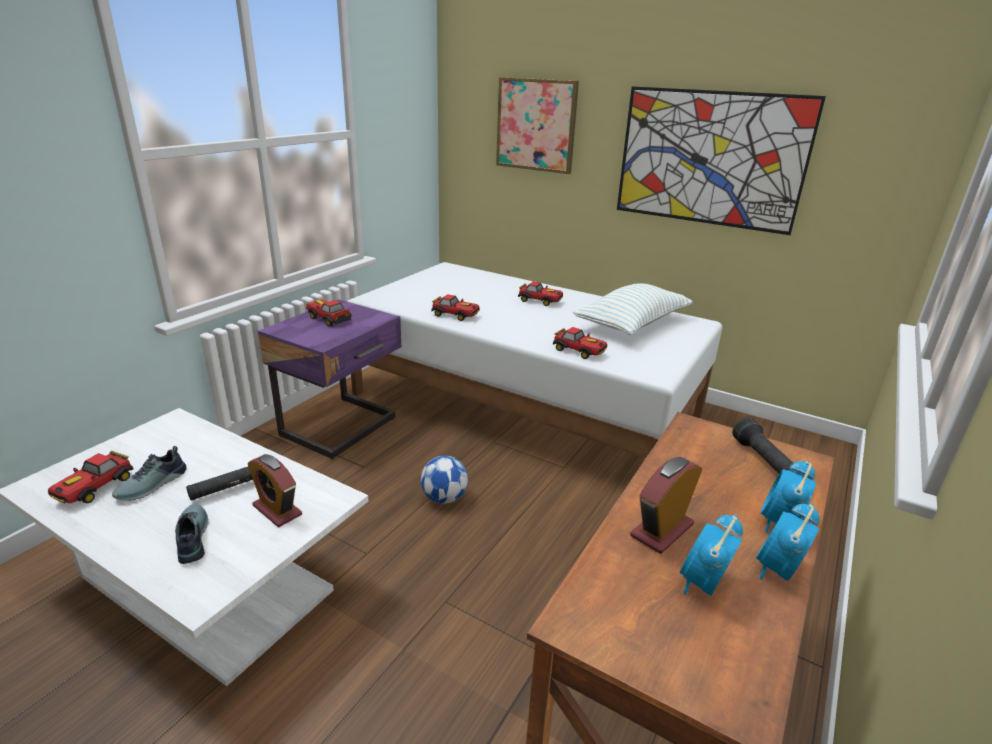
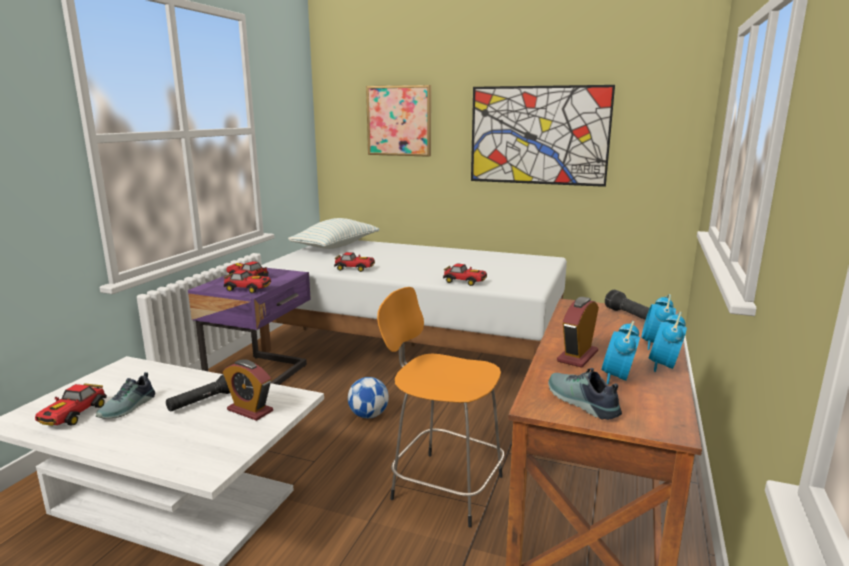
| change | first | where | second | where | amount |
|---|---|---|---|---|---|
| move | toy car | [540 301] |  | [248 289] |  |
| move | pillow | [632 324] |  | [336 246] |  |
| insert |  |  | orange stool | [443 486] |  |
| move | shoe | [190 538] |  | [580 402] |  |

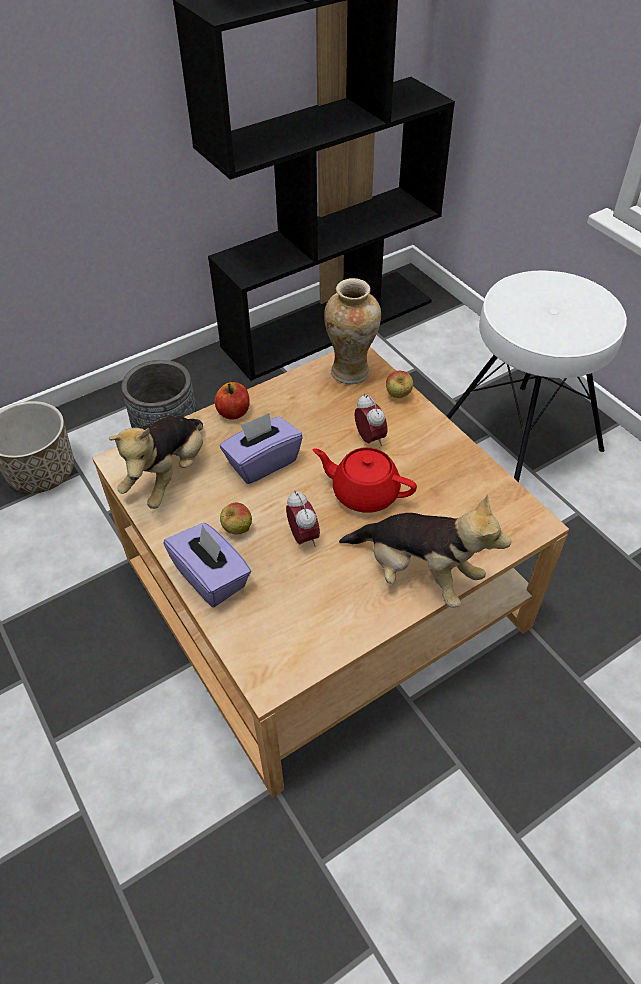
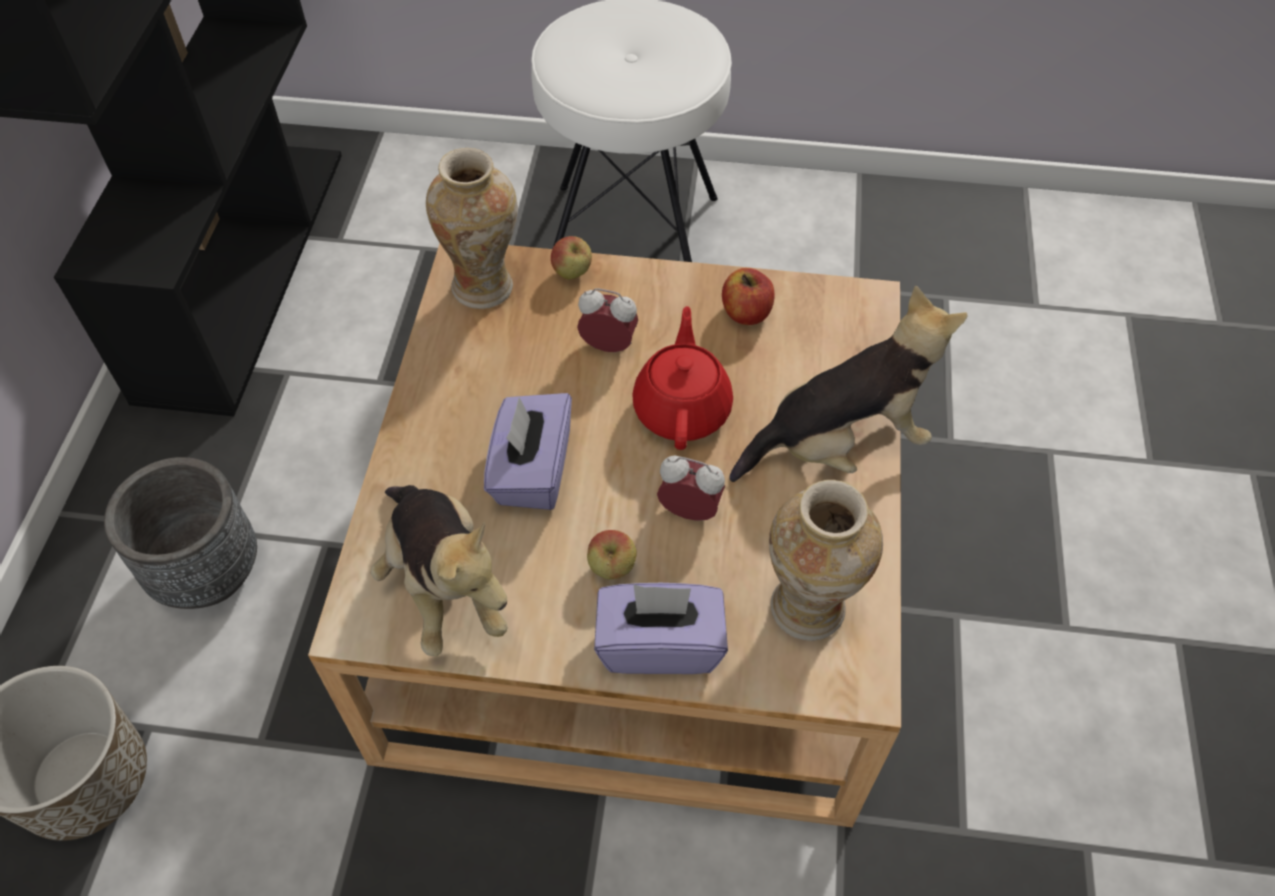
| change | first | where | second | where | amount |
|---|---|---|---|---|---|
| rotate | red teapot | [364 492] |  | [682 408] | 120 degrees clockwise |
| move | apple | [234 412] |  | [746 313] |  |
| insert |  |  | vase | [807 610] |  |

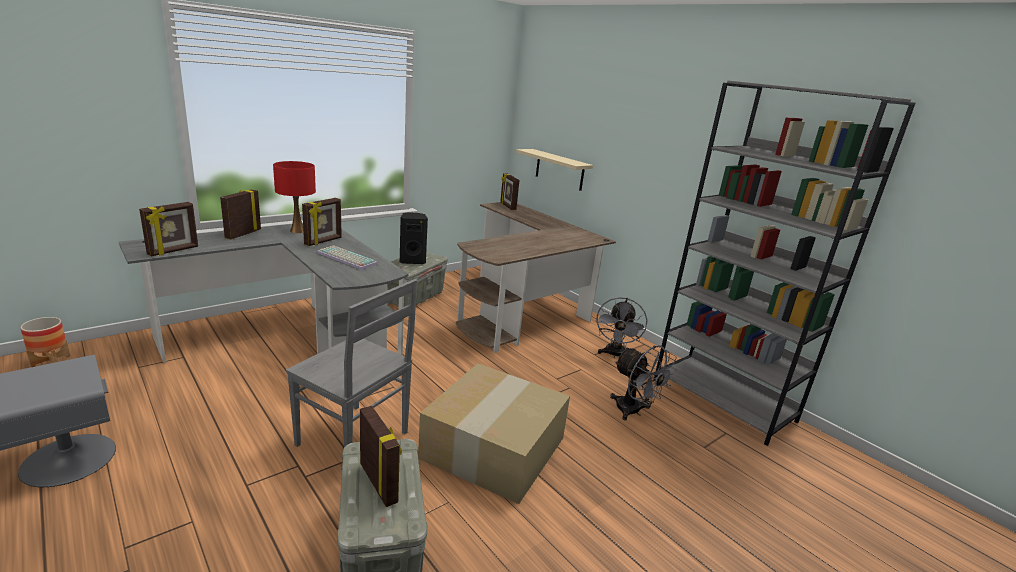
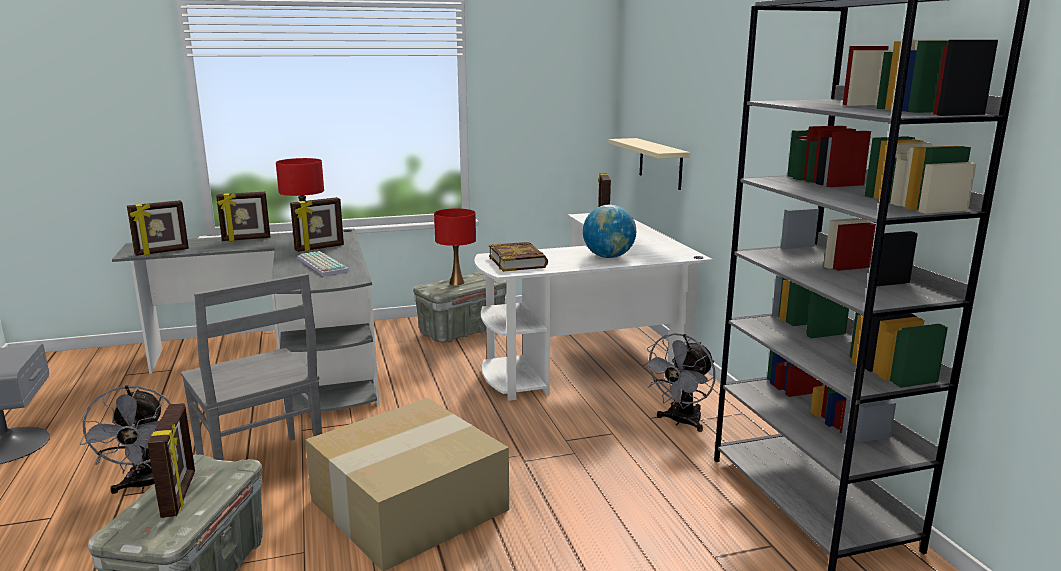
| change | first | where | second | where | amount |
|---|---|---|---|---|---|
| move | grey fan | [633 411] |  | [144 485] |  |
| rotate | picture frame | [242 234] |  | [246 239] | 150 degrees counterclockwise |
| replace | black speaker | [412 261] | red table lamp | [457 283] |  |
| recolor | brown desk | [524 308] | white desk | [597 354] |  |
| insert |  |  | book | [517 262] |  |
| insert |  |  | globe | [608 257] |  |
| delete | planter | [51 362] |  |  |  |

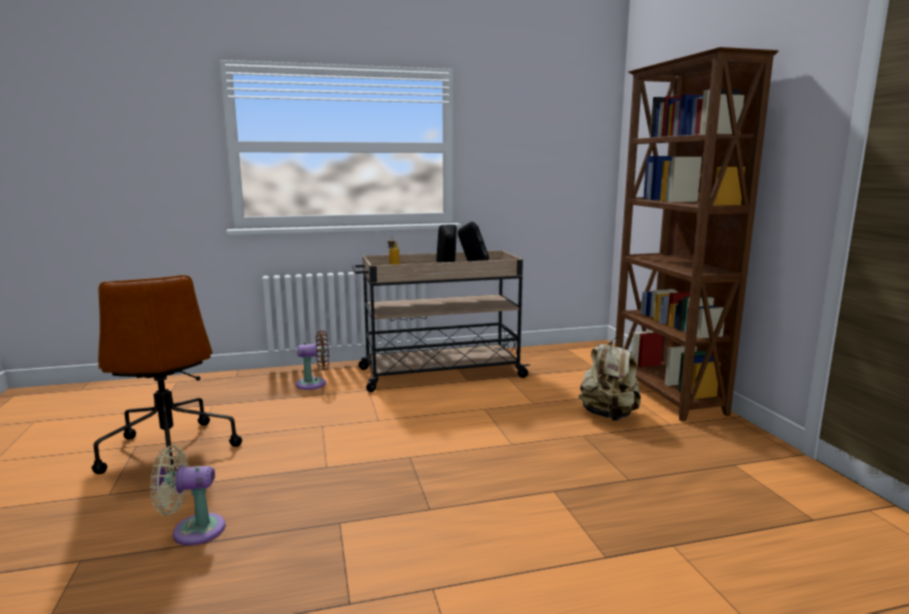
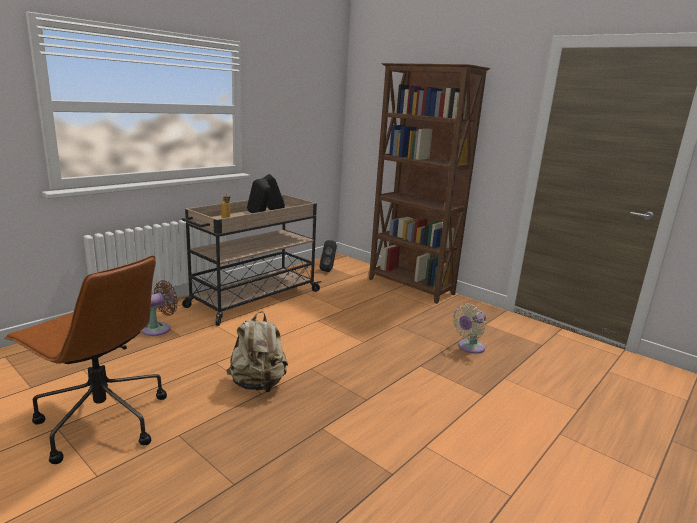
| change | first | where | second | where | amount |
|---|---|---|---|---|---|
| move | beige backpack | [608 415] |  | [258 384] |  |
| insert |  |  | black speaker | [329 270] |  |
| move | beige fan | [193 530] |  | [469 347] |  |

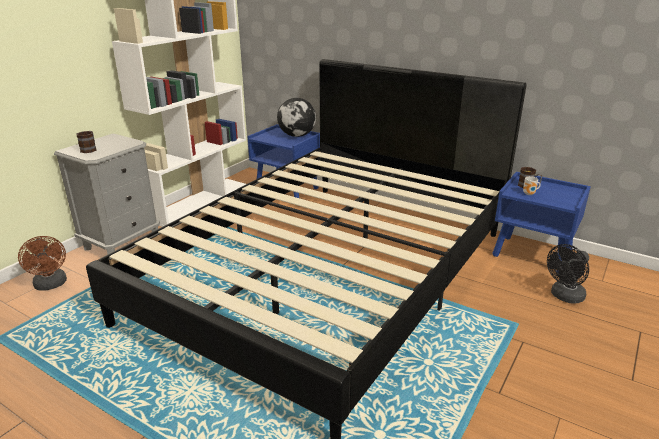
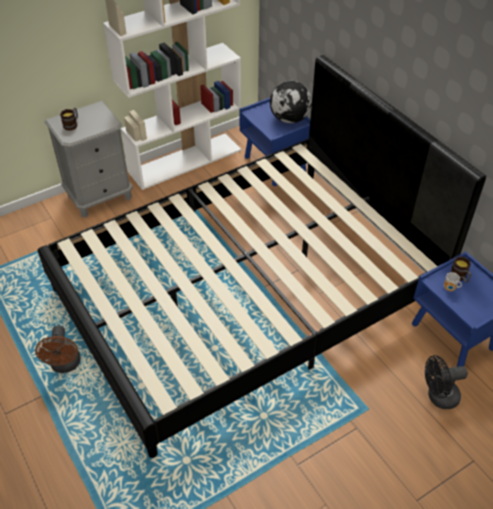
| change | first | where | second | where | amount |
|---|---|---|---|---|---|
| move | brown fan | [51 285] |  | [65 365] |  |

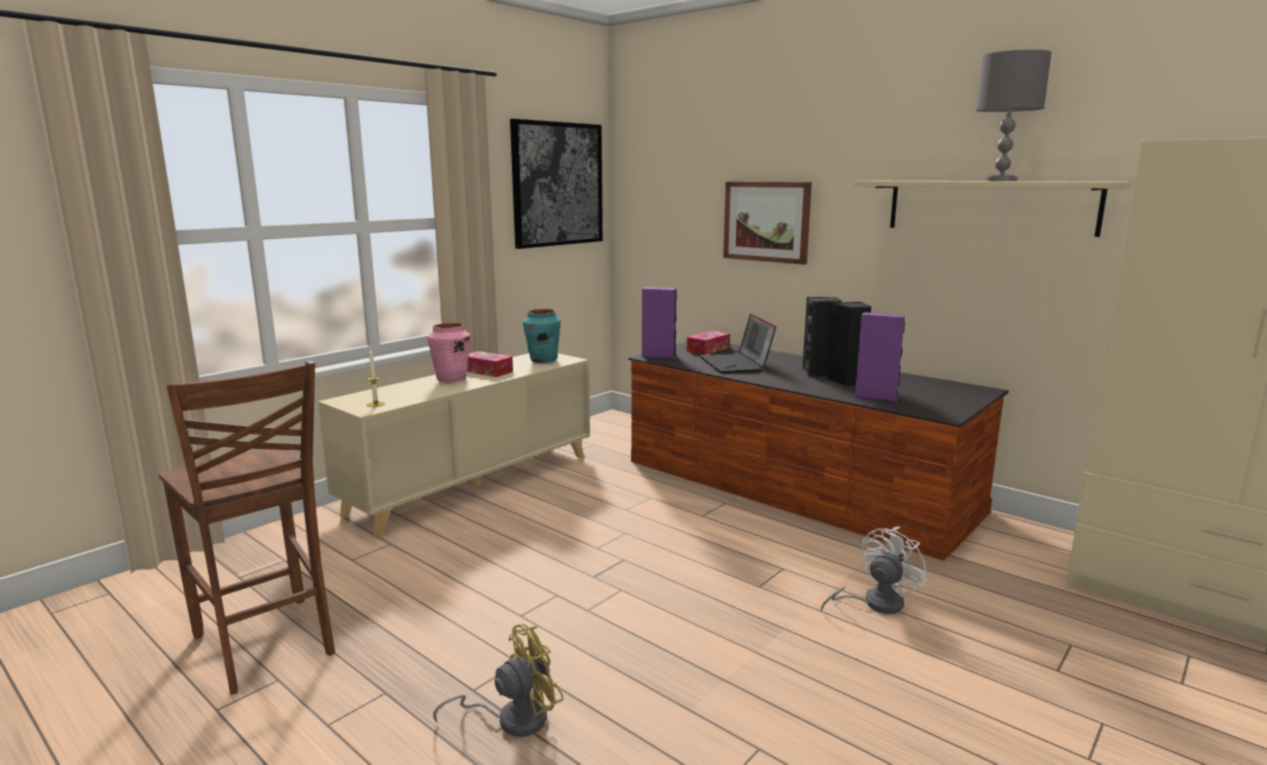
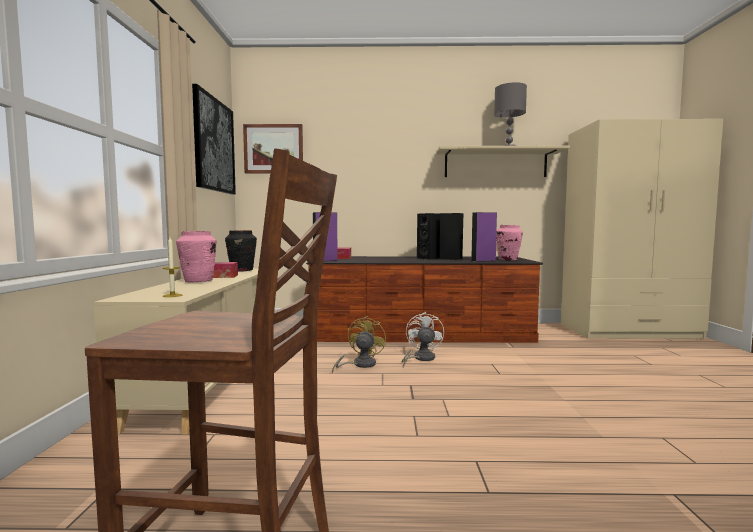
| change | first | where | second | where | amount |
|---|---|---|---|---|---|
| recolor | turquoise vase | [543 360] | black vase | [242 270] |  |
| move | picture | [766 221] |  | [273 149] |  |
| move | yellow fan | [512 719] |  | [360 365] |  |
| move | white fan | [874 603] |  | [420 359] |  |
| insert |  |  | pink vase | [508 259] |  |
| delete | laptop | [736 364] |  |  |  |

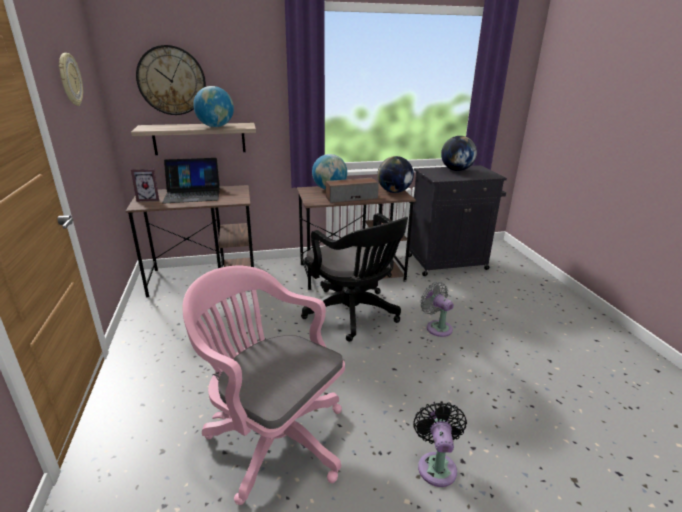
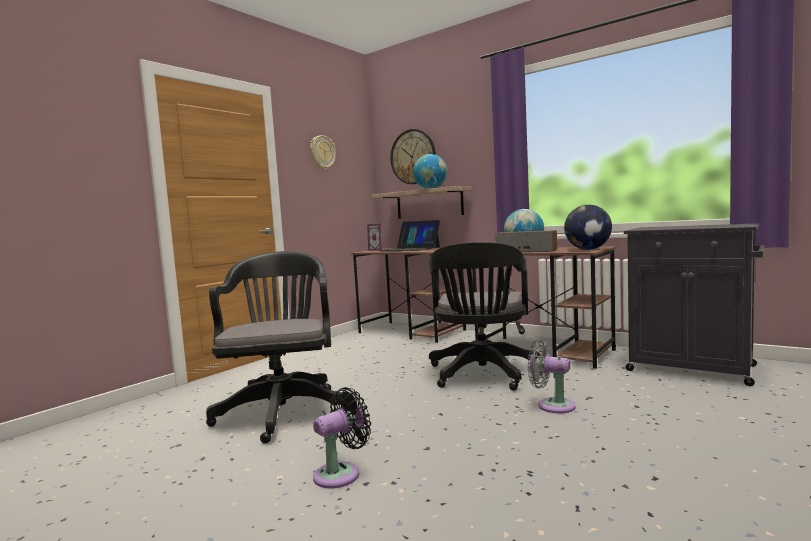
| change | first | where | second | where | amount |
|---|---|---|---|---|---|
| recolor | pink office chair | [272 437] | black office chair | [283 410] |  |
| rotate | grey fan | [437 327] |  | [552 405] | 75 degrees counterclockwise |
| delete | globe | [456 170] |  |  |  |

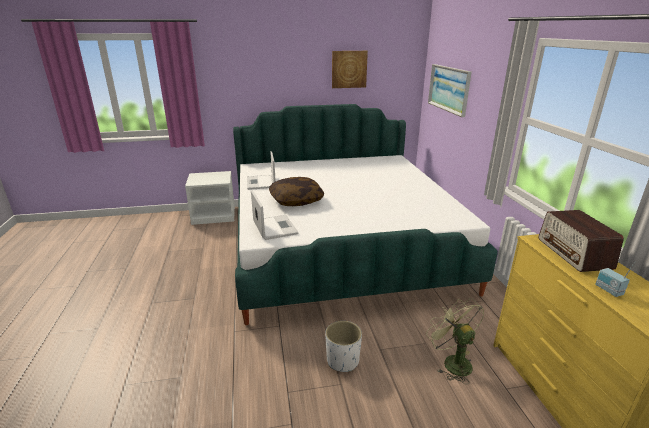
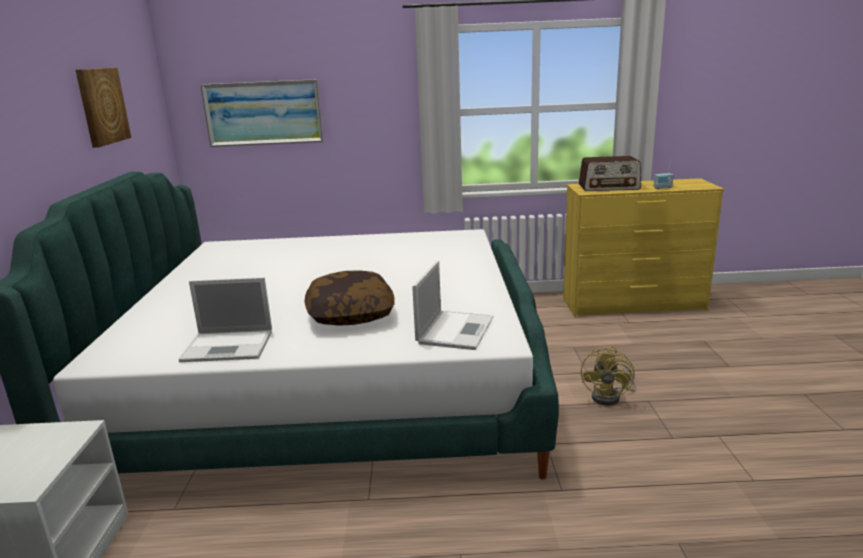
| change | first | where | second | where | amount |
|---|---|---|---|---|---|
| rotate | laptop | [274 227] |  | [455 330] | 120 degrees clockwise |
| replace | white planter | [343 361] | yellow fan | [610 397] |  |
| delete | green fan | [452 362] |  |  |  |

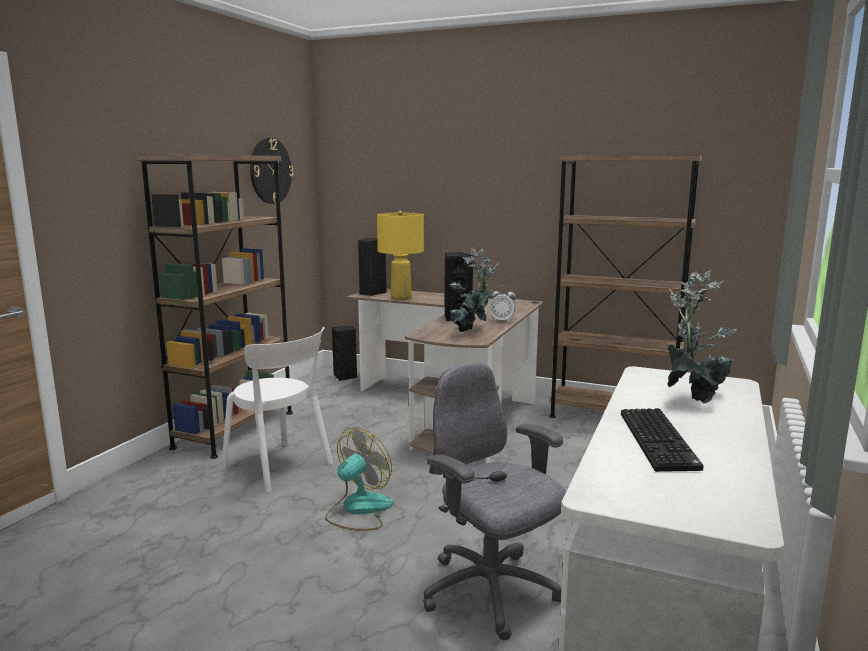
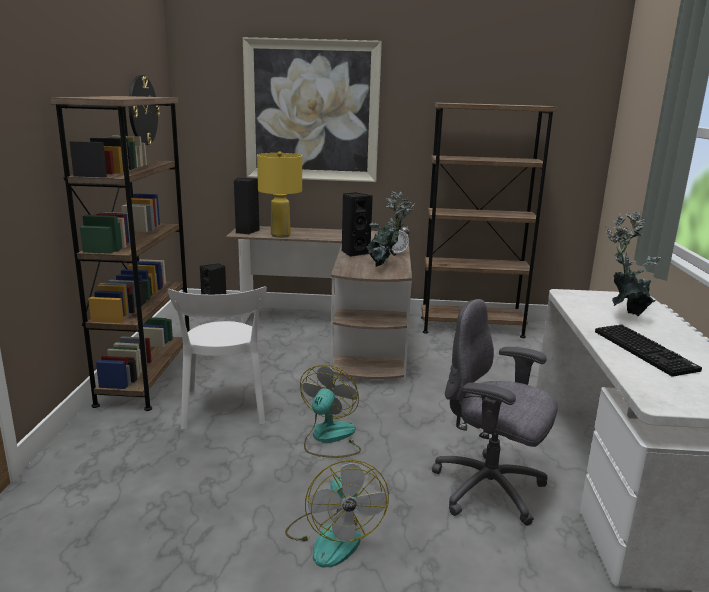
| change | first | where | second | where | amount |
|---|---|---|---|---|---|
| rotate | white chair | [280 467] |  | [224 409] | 60 degrees clockwise |
| insert |  |  | picture | [312 111] |  |
| insert |  |  | fan | [333 536] |  |

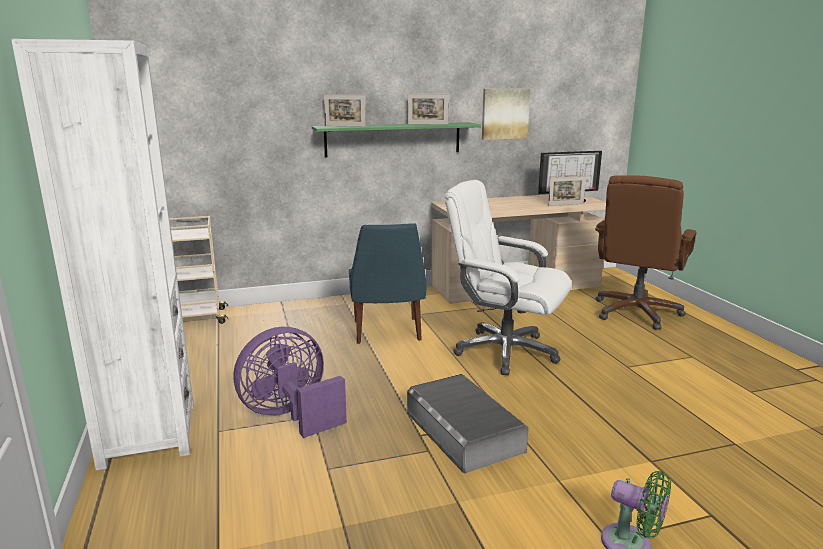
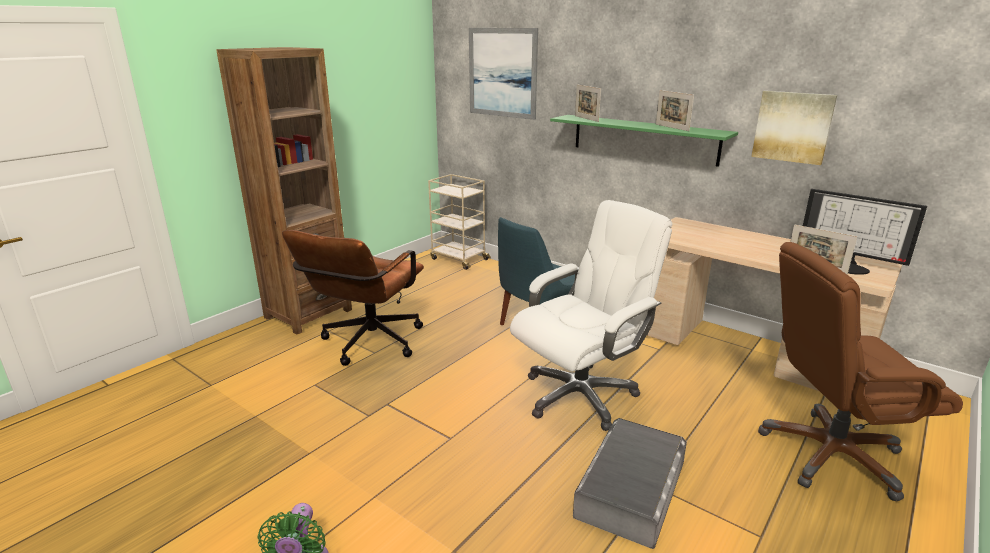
| change | first | where | second | where | amount |
|---|---|---|---|---|---|
| recolor | white bookcase | [148 434] | brown bookcase | [308 313] |  |
| replace | purple fan | [291 416] | brown office chair | [367 345] |  |
| insert |  |  | picture | [502 73] |  |
| rotate | white office chair | [504 351] |  | [580 395] | 60 degrees clockwise |
| move | grey storage box | [464 431] |  | [631 489] |  |

